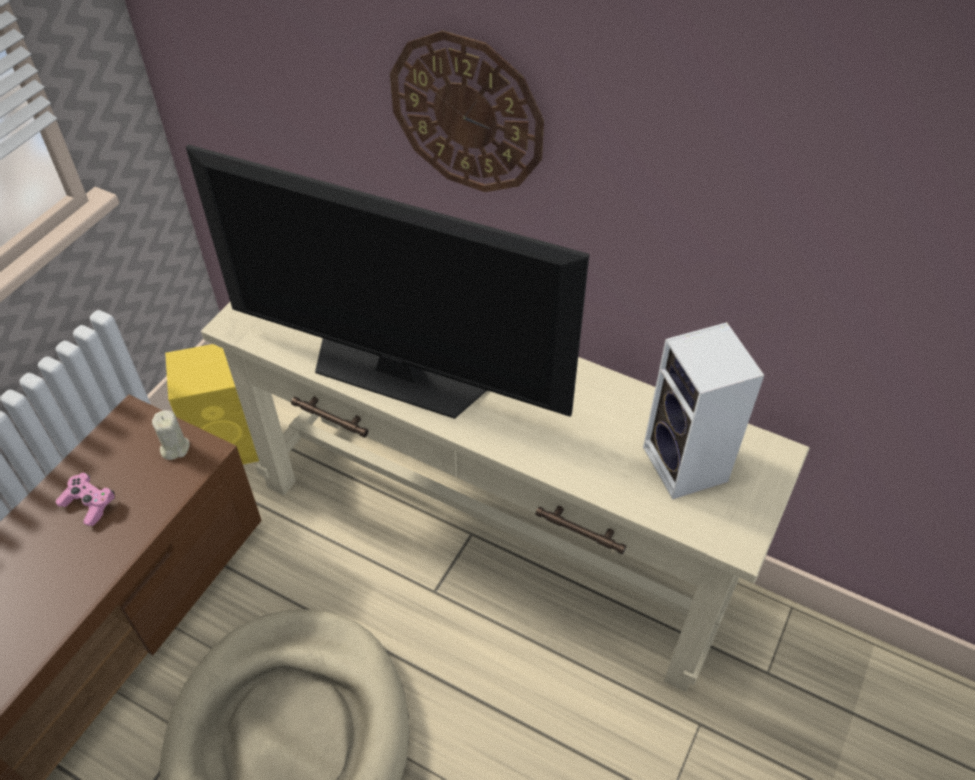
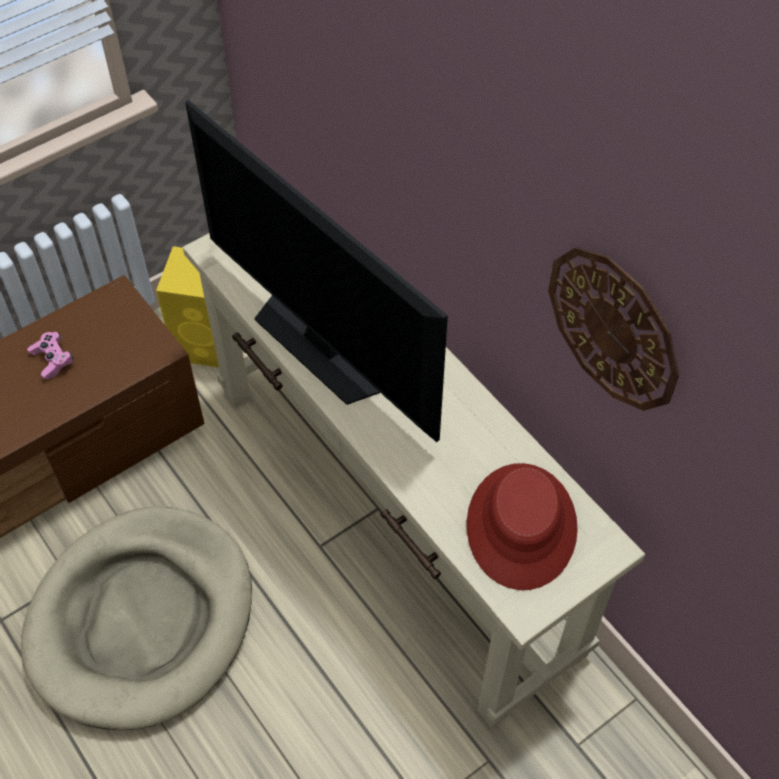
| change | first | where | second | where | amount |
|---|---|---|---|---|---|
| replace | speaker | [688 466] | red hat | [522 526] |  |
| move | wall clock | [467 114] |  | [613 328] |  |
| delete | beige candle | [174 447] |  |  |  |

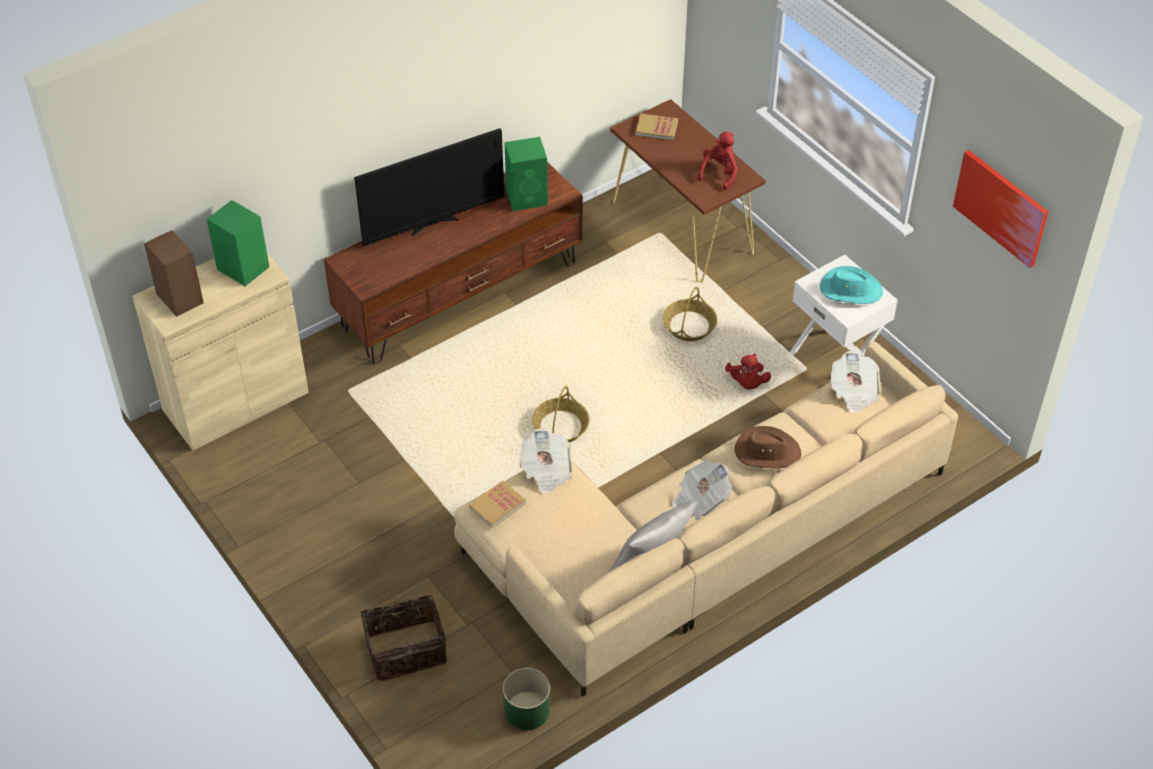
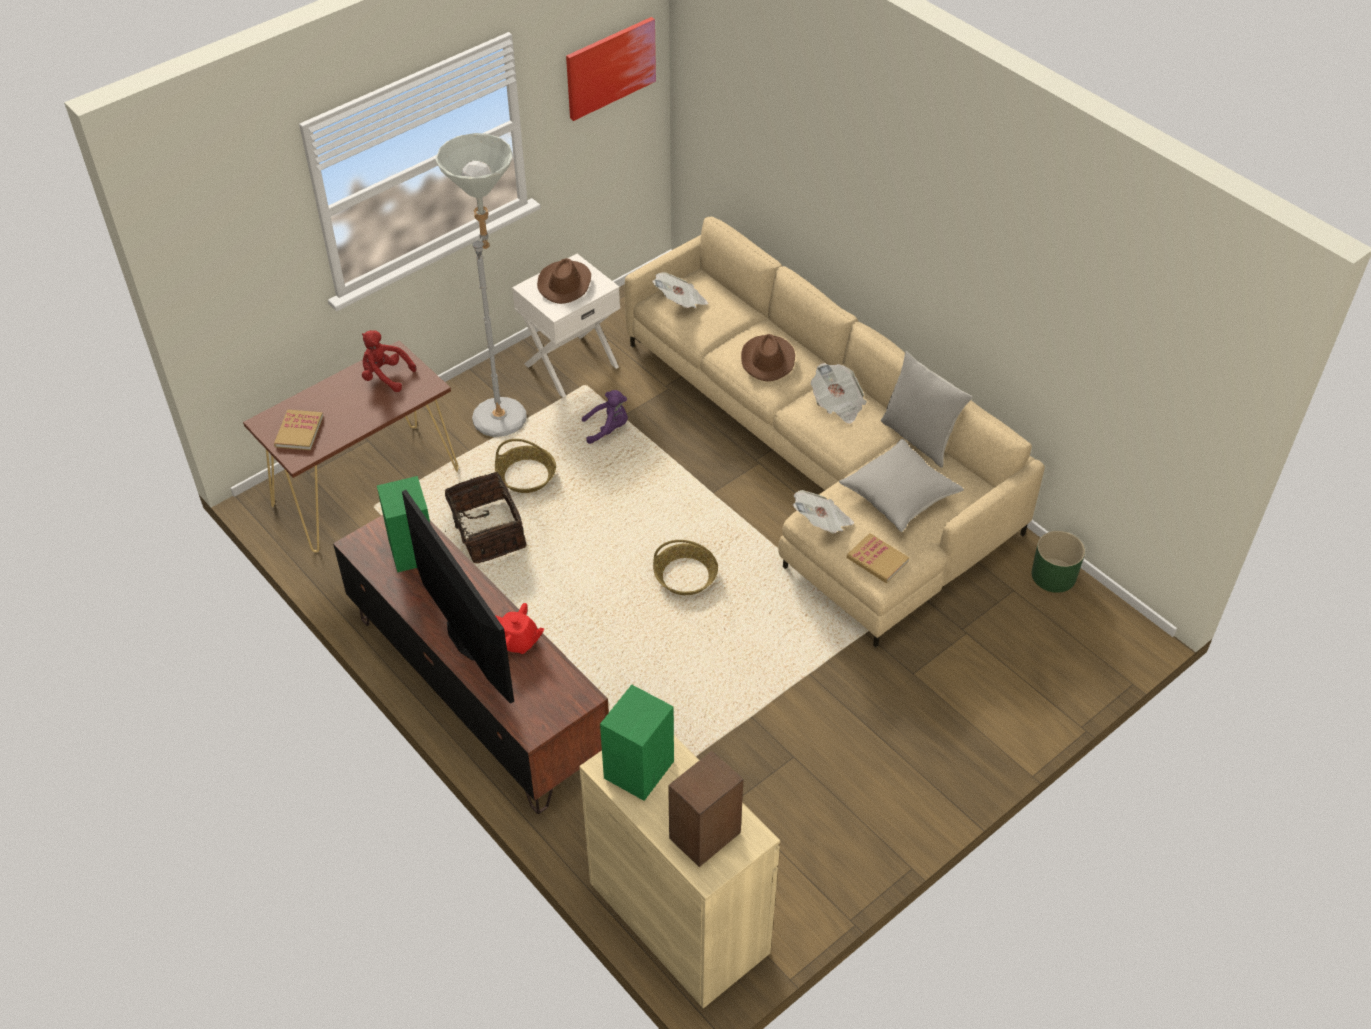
| change | first | where | second | where | amount |
|---|---|---|---|---|---|
| insert |  |  | grey floor lamp | [503 410] |  |
| move | basket | [405 649] |  | [486 533] |  |
| insert |  |  | red teapot | [517 641] |  |
| recolor | turquoise hat | [850 289] | brown hat | [564 283] |  |
| recolor | red plush toy | [747 383] | purple plush toy | [608 429] |  |
| insert |  |  | grey pillow | [899 495] |  |

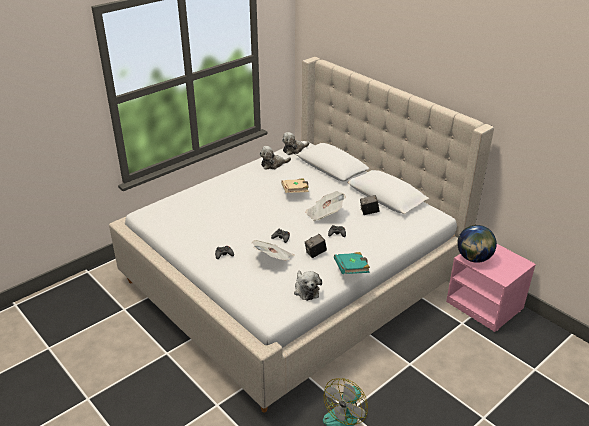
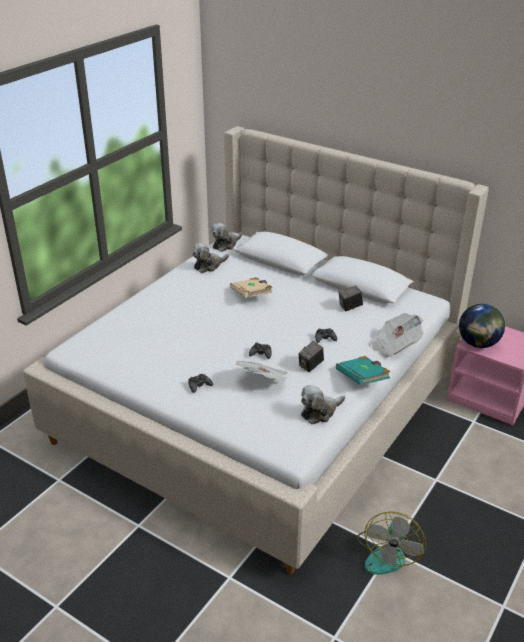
| change | first | where | second | where | amount |
|---|---|---|---|---|---|
| rotate | plush toy | [306 290] |  | [320 412] | 90 degrees clockwise |
| move | newspaper | [324 214] |  | [394 346] |  |

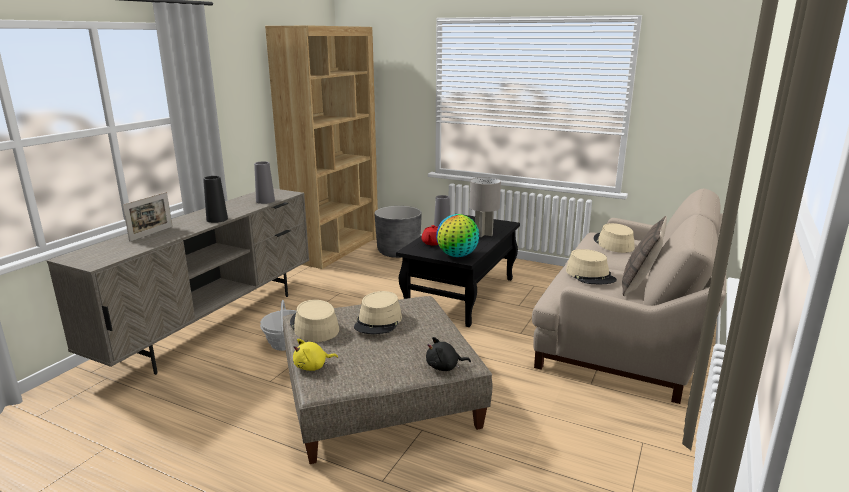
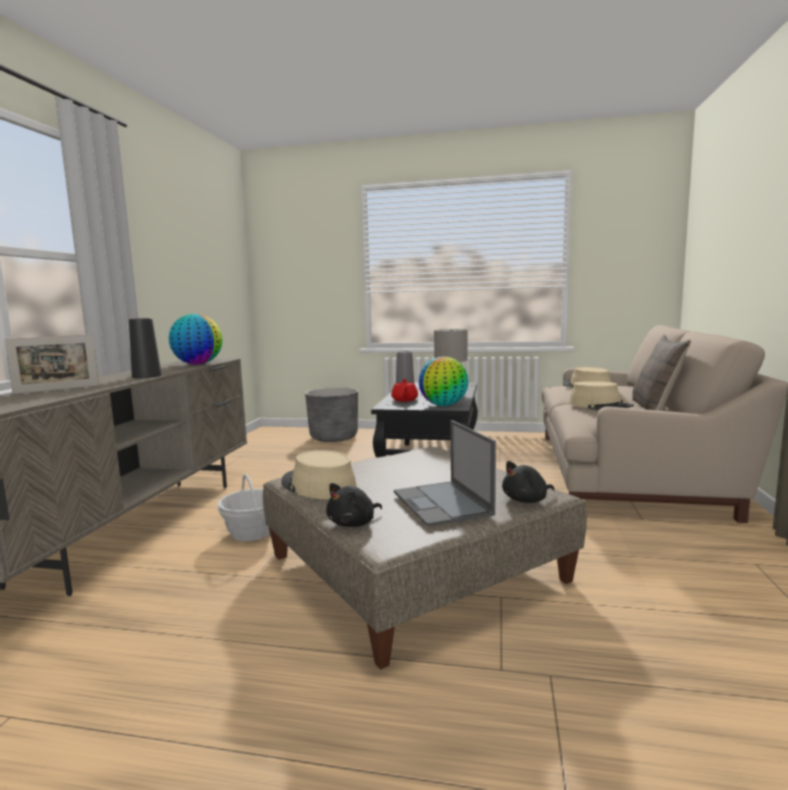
| change | first | where | second | where | amount |
|---|---|---|---|---|---|
| rotate | picture frame | [151 233] |  | [57 389] | 45 degrees clockwise |
| replace | grey vase | [265 201] | globe | [198 364] |  |
| recolor | yellow plush toy | [313 366] | black plush toy | [354 523] |  |
| insert |  |  | laptop | [442 503] |  |
| delete | brown bookcase | [335 248] |  |  |  |
| delete | beige hat | [378 321] |  |  |  |

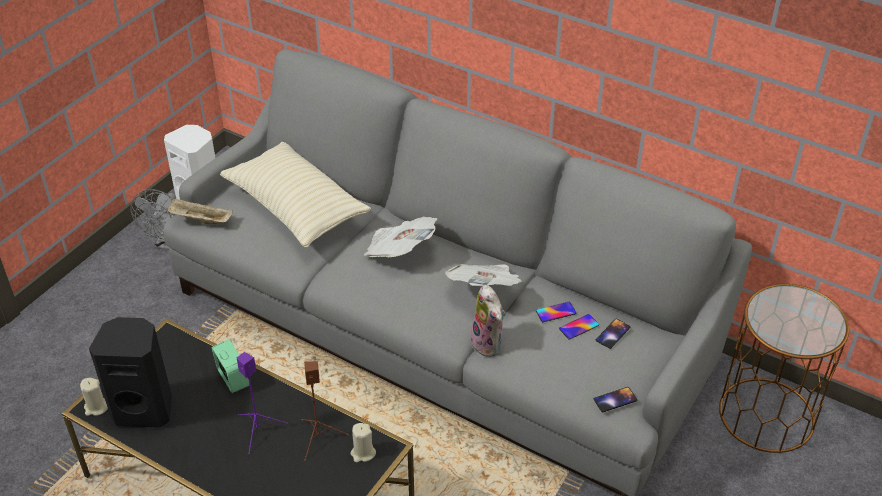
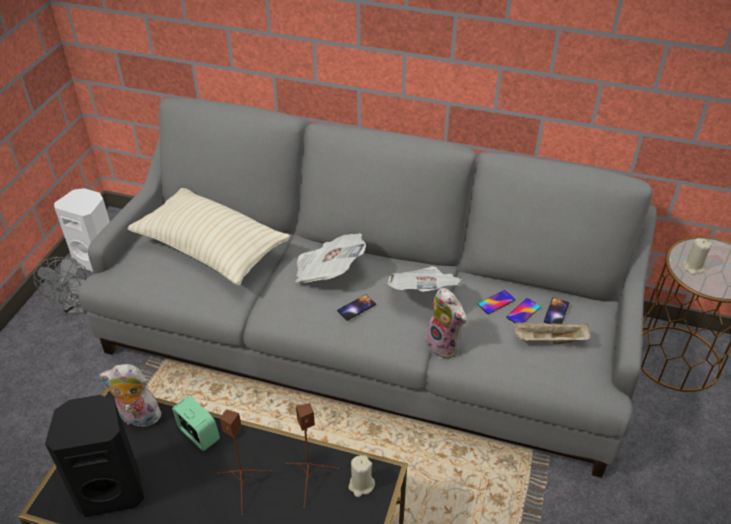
| change | first | where | second | where | amount |
|---|---|---|---|---|---|
| insert |  |  | plush toy | [138 418] |  |
| recolor | purple speaker | [259 430] | brown speaker | [244 485] |  |
| move | phone | [615 400] |  | [356 307] |  |
| move | beige tray | [200 220] |  | [549 341] |  |
| move | beige candle | [96 407] |  | [693 267] |  |

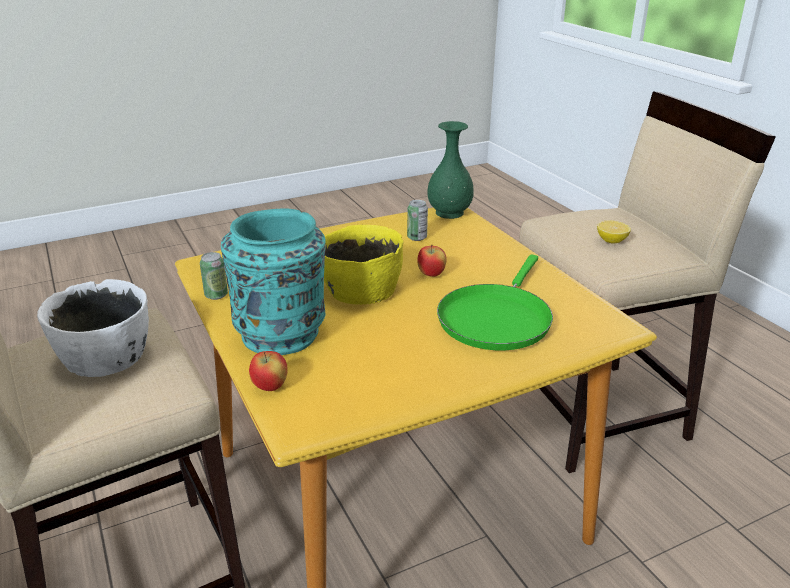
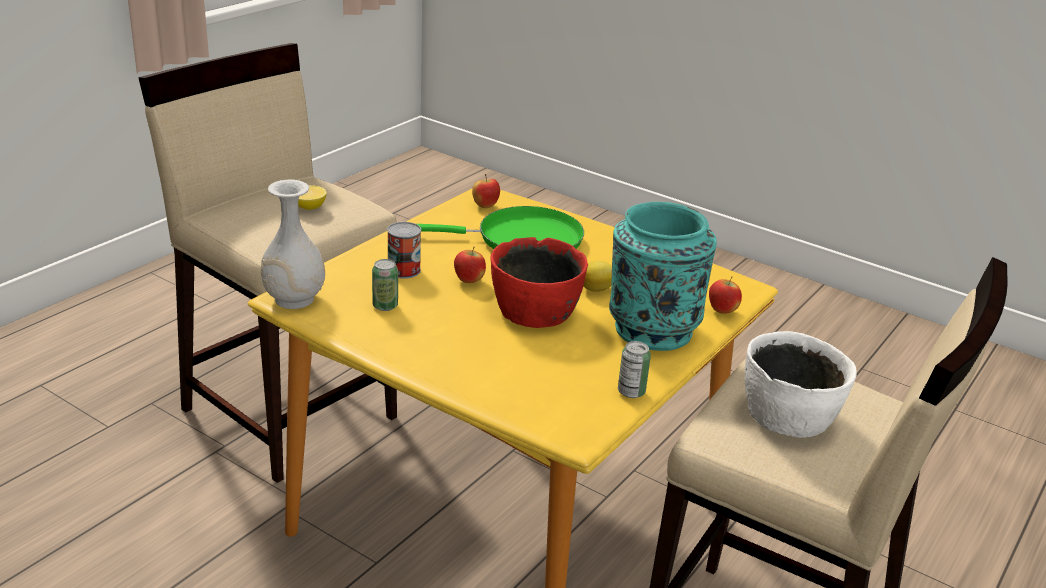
| change | first | where | second | where | amount |
|---|---|---|---|---|---|
| recolor | green vase | [450 213] | white vase | [294 299] |  |
| insert |  |  | can | [404 270] |  |
| insert |  |  | apple | [485 206] |  |
| recolor | yellow bowl | [360 290] | red bowl | [536 311] |  |
| insert |  |  | lemon | [597 289] |  |

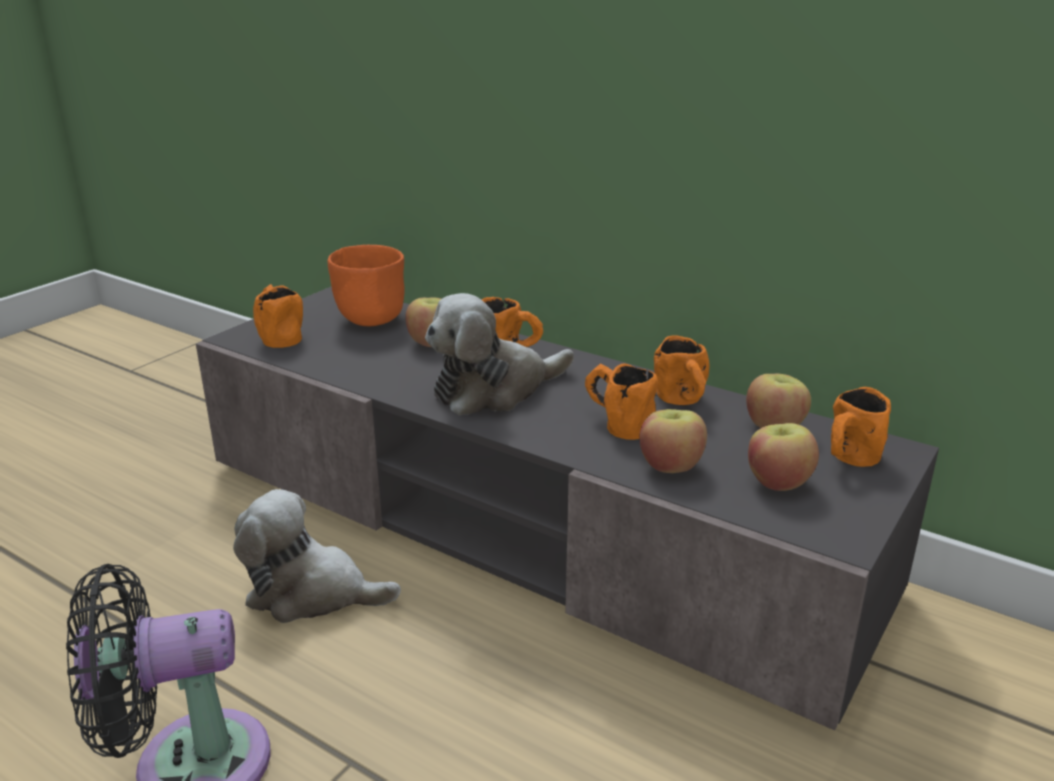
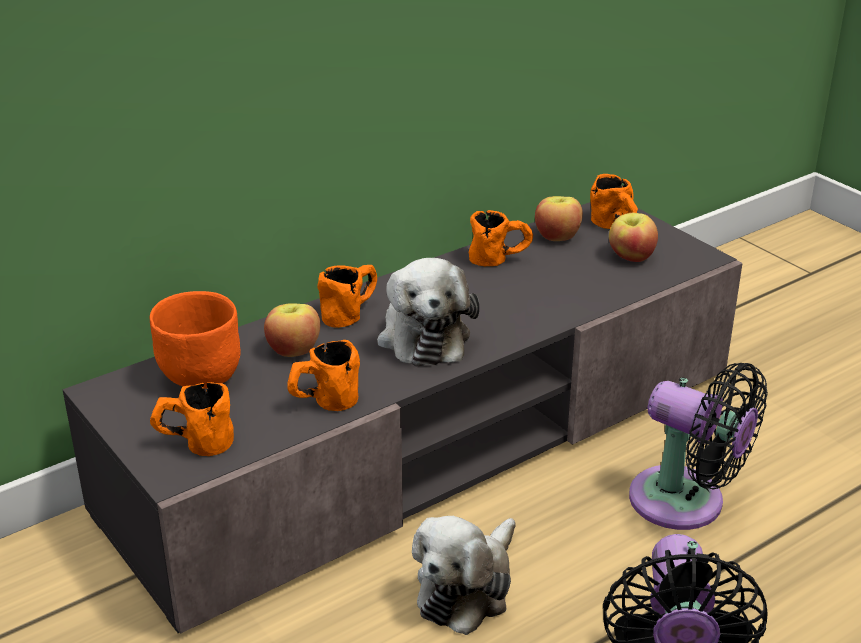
| change | first | where | second | where | amount |
|---|---|---|---|---|---|
| move | orange mug | [617 424] |  | [324 403] |  |
| insert |  |  | black fan | [686 503] |  |
| delete | apple | [670 465] |  |  |  |

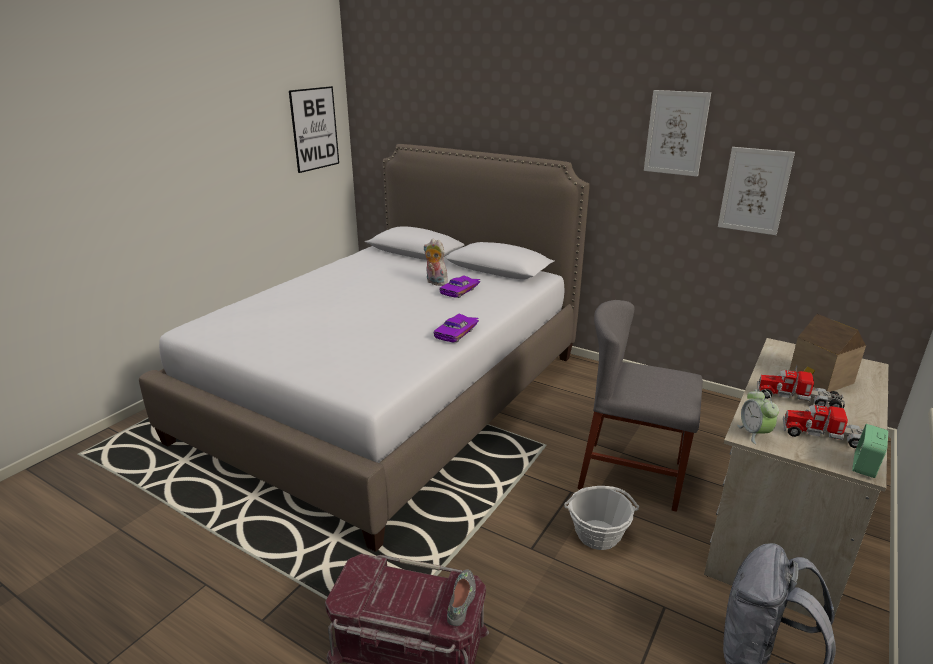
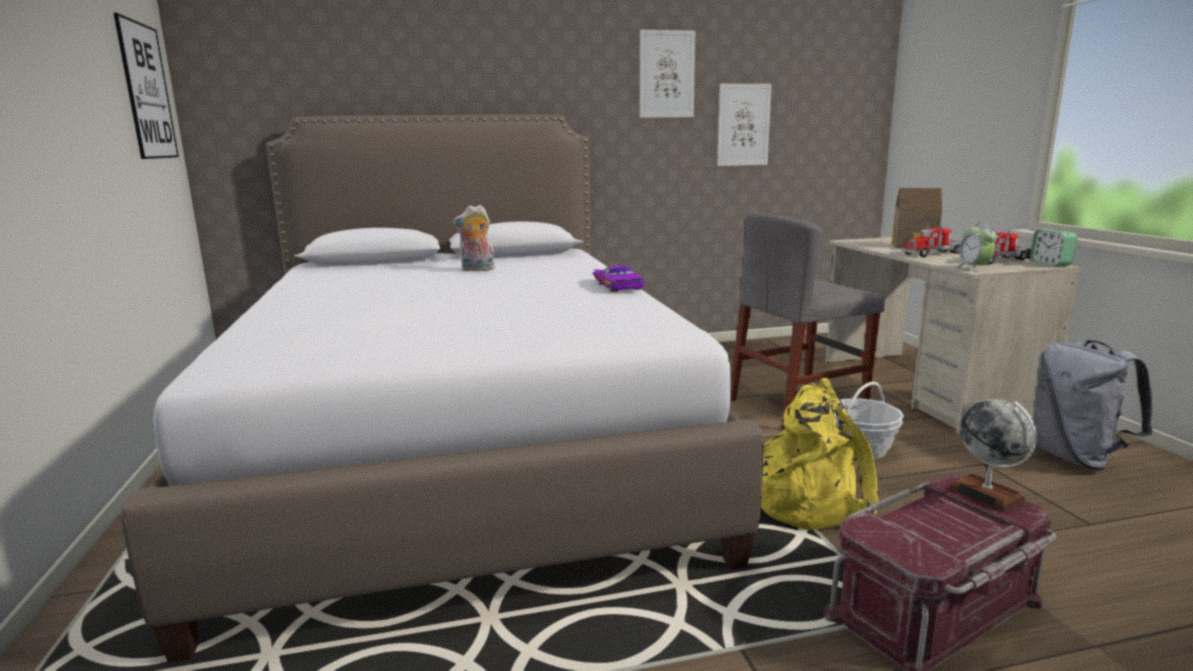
| change | first | where | second | where | amount |
|---|---|---|---|---|---|
| insert |  |  | yellow backpack | [809 501] |  |
| replace | grey shoe | [462 601] | globe | [986 494] |  |
| rotate | alarm clock | [754 433] |  | [974 268] | 45 degrees clockwise |
| delete | purple toy car | [461 291] |  |  |  |

